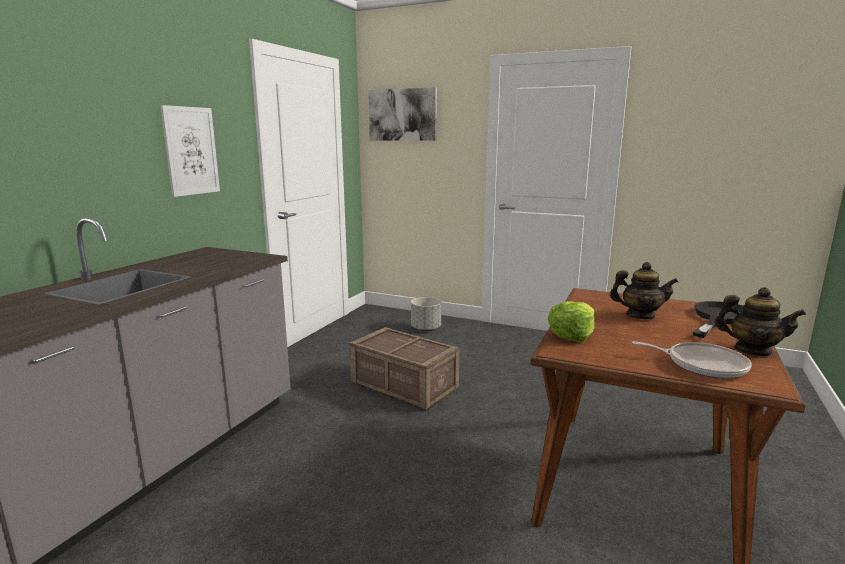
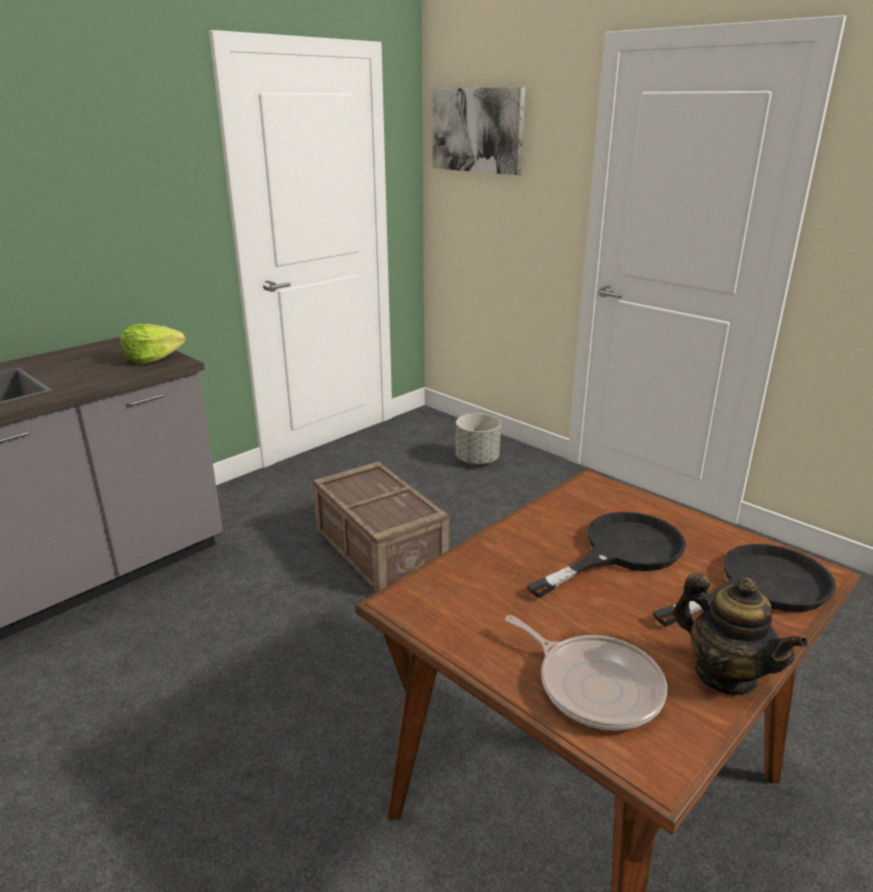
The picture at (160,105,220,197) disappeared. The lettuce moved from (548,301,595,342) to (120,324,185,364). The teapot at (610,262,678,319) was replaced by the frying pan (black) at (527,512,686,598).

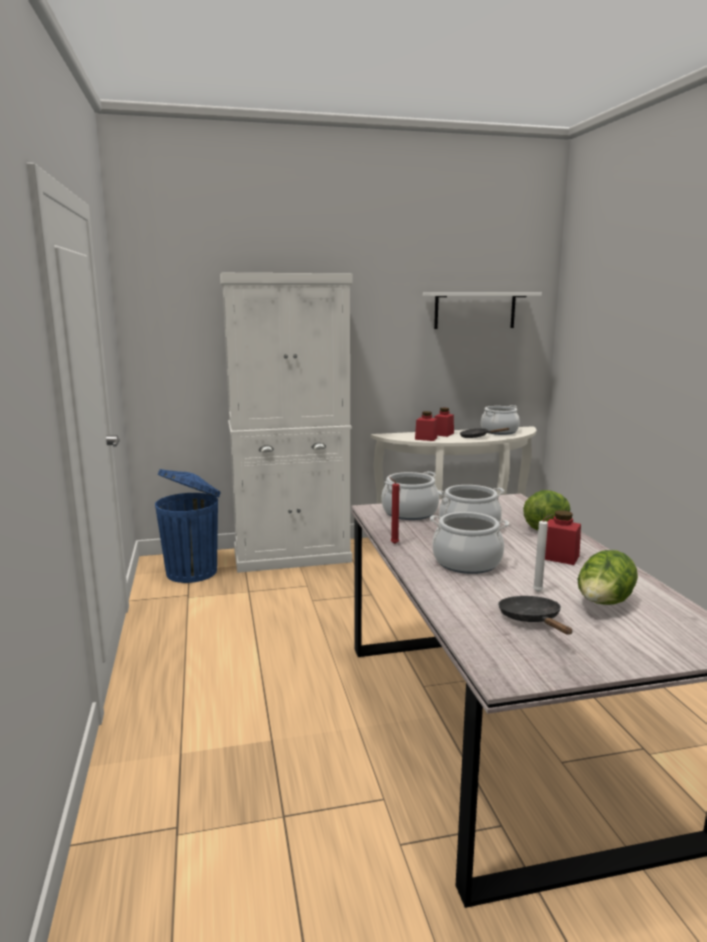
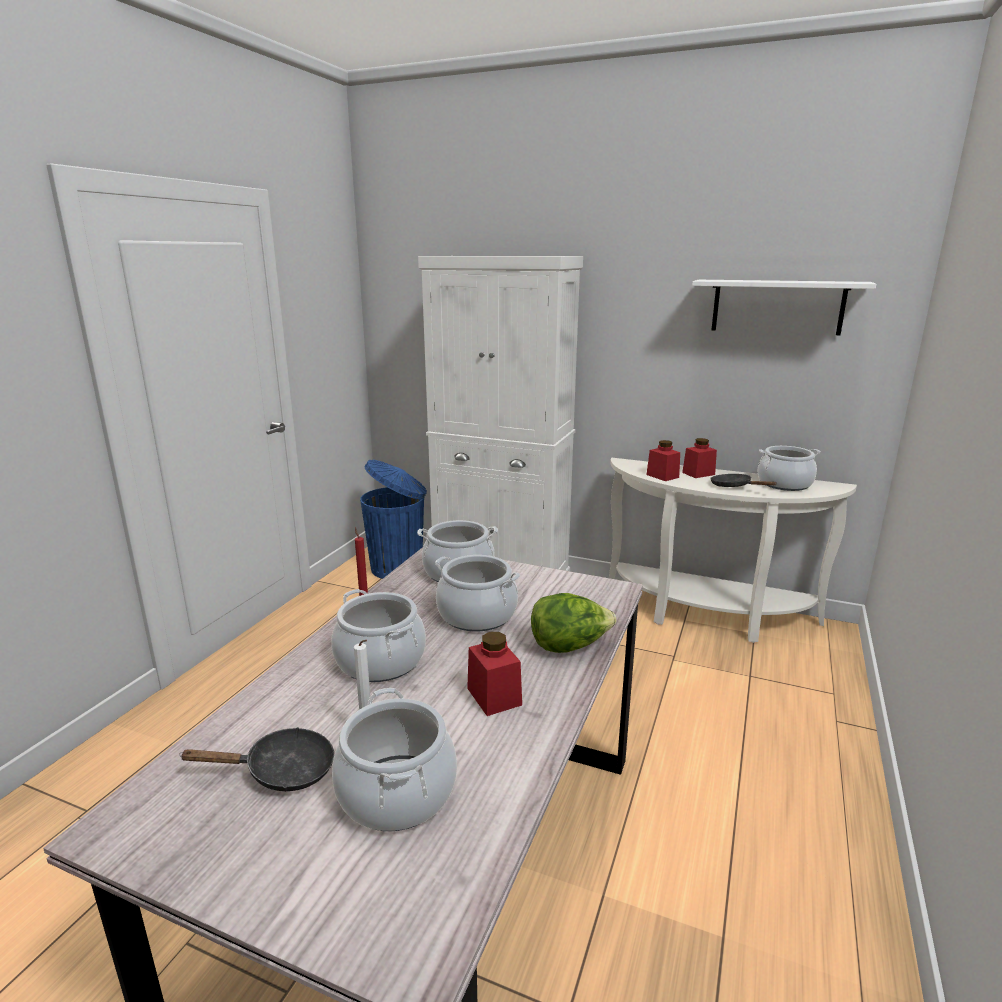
The frying pan (black) at (498,596,572,635) turned 60 degrees clockwise. The lettuce at (578,550,638,605) was replaced by the cooking pot at (332,688,457,831).

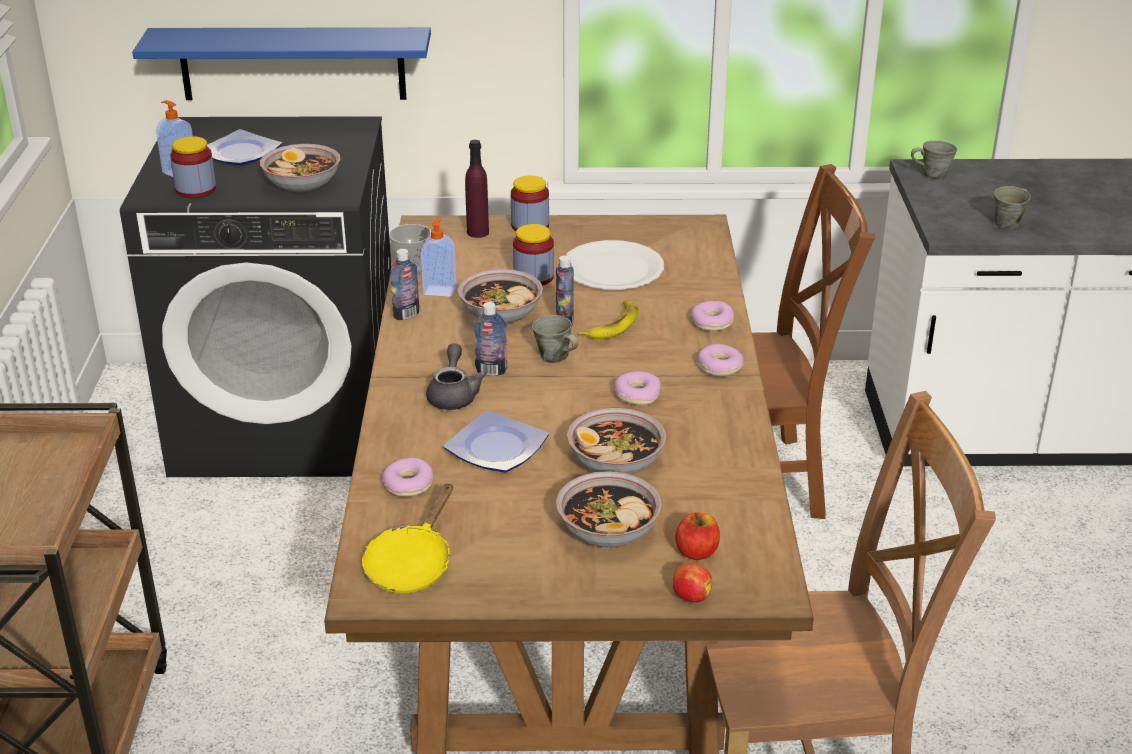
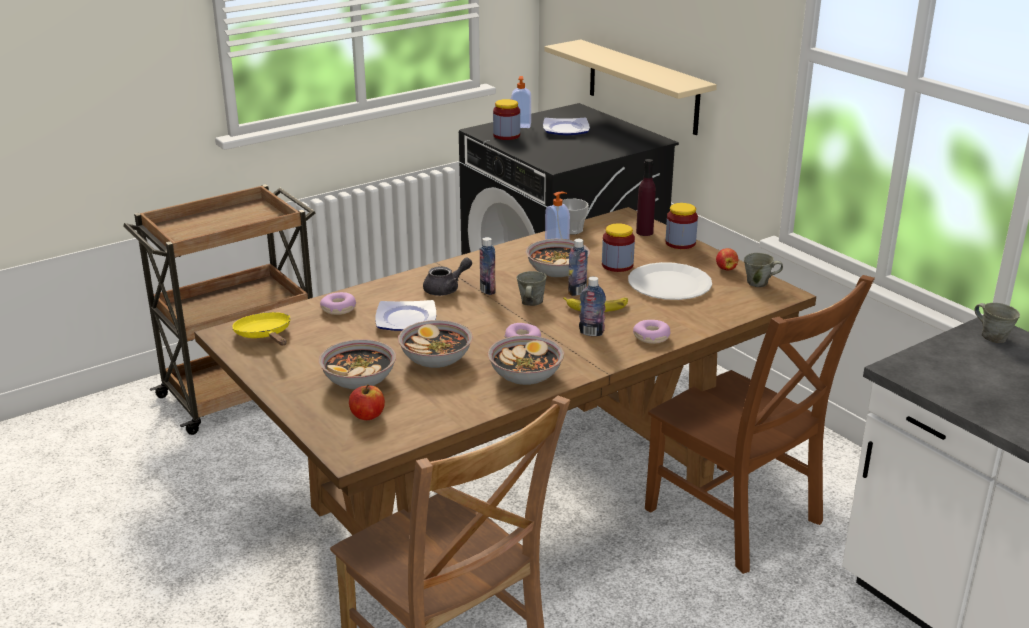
The shelf (blue) at (132,27,431,100) became the shelf (beige) at (544,39,717,135). The bowl moved from (260,144,340,192) to (487,335,564,385). The frying pan (yellow) at (362,483,453,594) turned 75 degrees clockwise. The bottle moved from (390,249,419,320) to (579,277,606,336). The apple moved from (673,563,712,602) to (716,248,738,271). The donut at (698,344,744,376) disappeared. The mug (grey) moved from (994,186,1031,229) to (744,253,783,287).

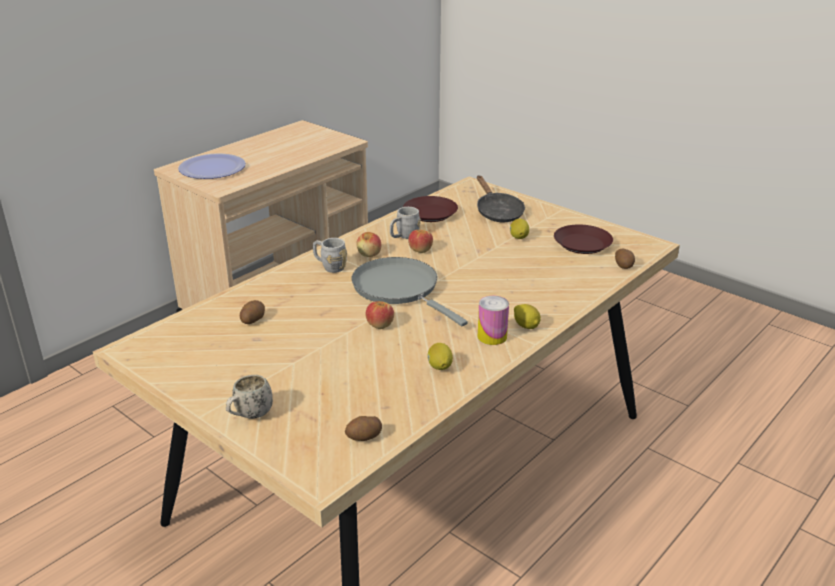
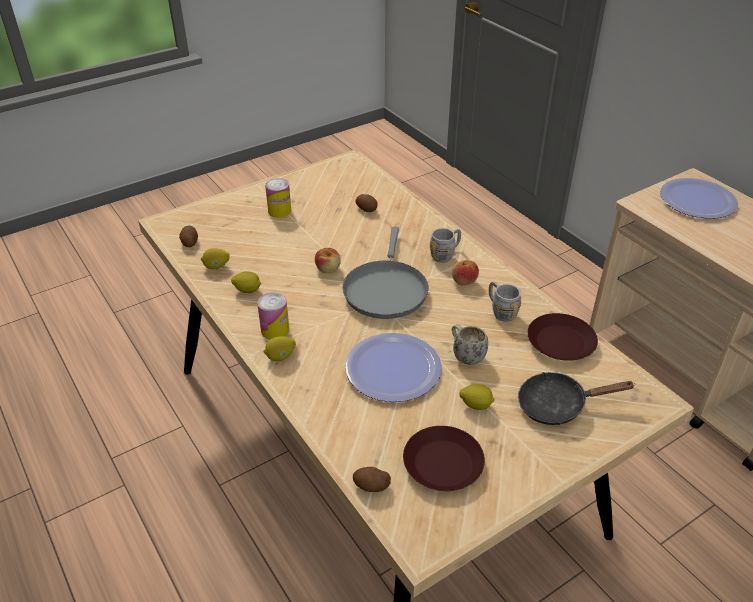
The mug (white) moved from (226,375,273,419) to (452,324,488,365). The frying pan (grey) at (352,257,468,326) turned 120 degrees clockwise. The apple at (408,230,433,253) disappeared. The lemon at (201,248,229,269) appeared. The can at (265,178,291,218) appeared. The plate at (345,333,442,402) appeared.

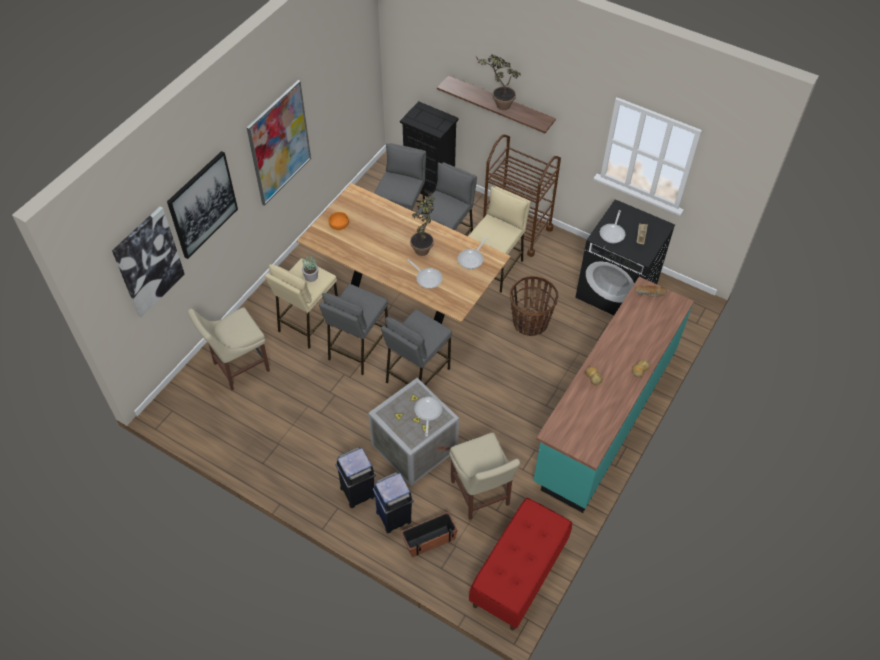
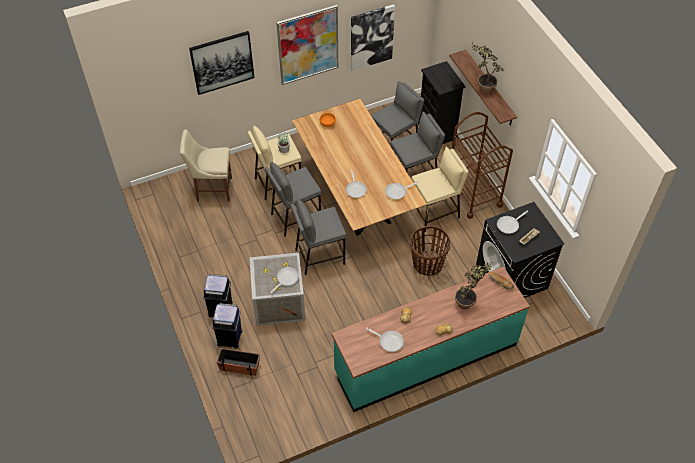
The picture moved from (112,206,185,317) to (351,4,395,71). The potted plant moved from (410,190,435,256) to (455,262,492,310). The chair (beige) at (449,432,520,520) disappeared. The bench (red) at (469,498,572,630) disappeared. The frying pan at (366,328,404,352) appeared.

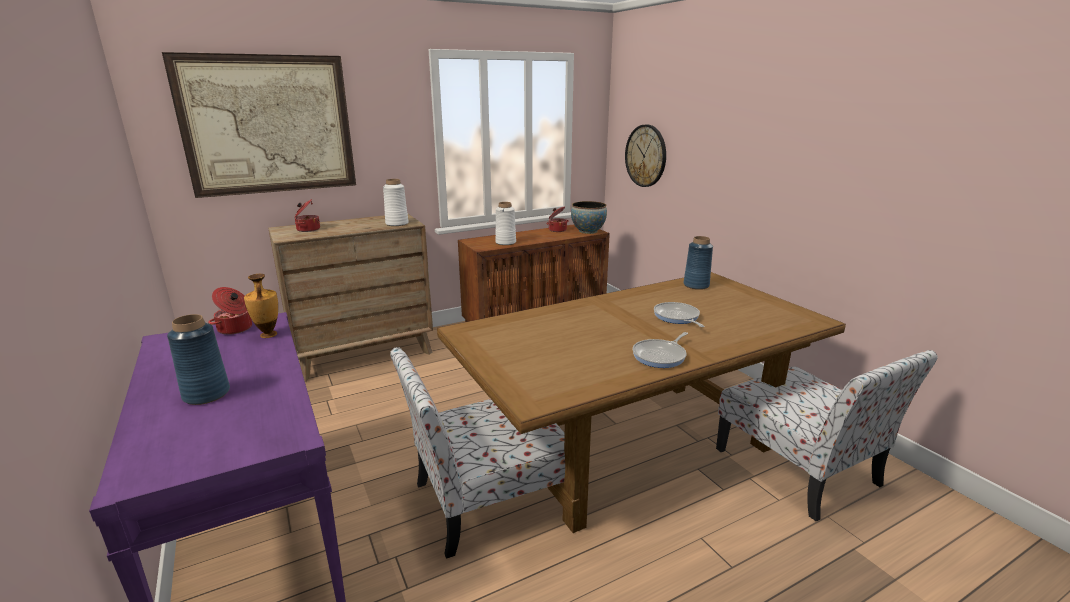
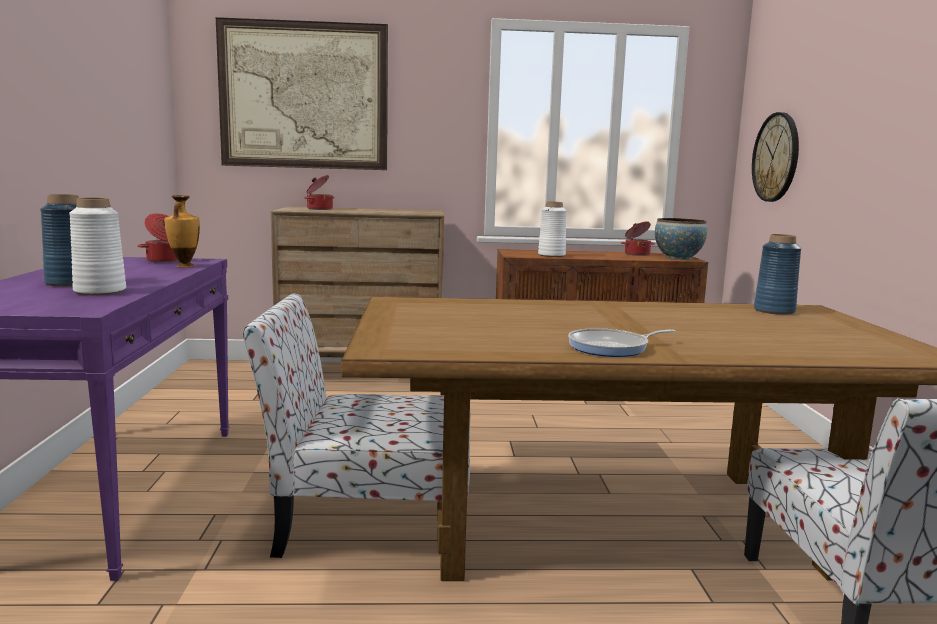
The vase (white) moved from (383,179,409,226) to (69,198,126,295). The frying pan at (654,302,704,327) disappeared.

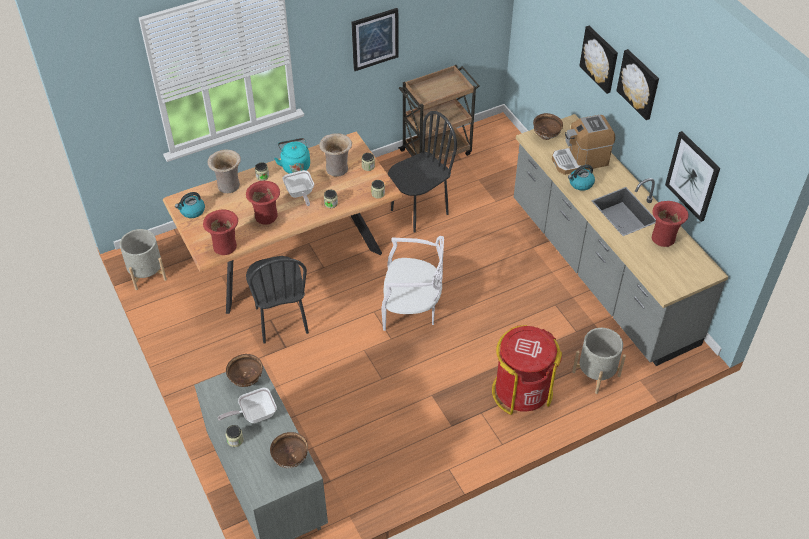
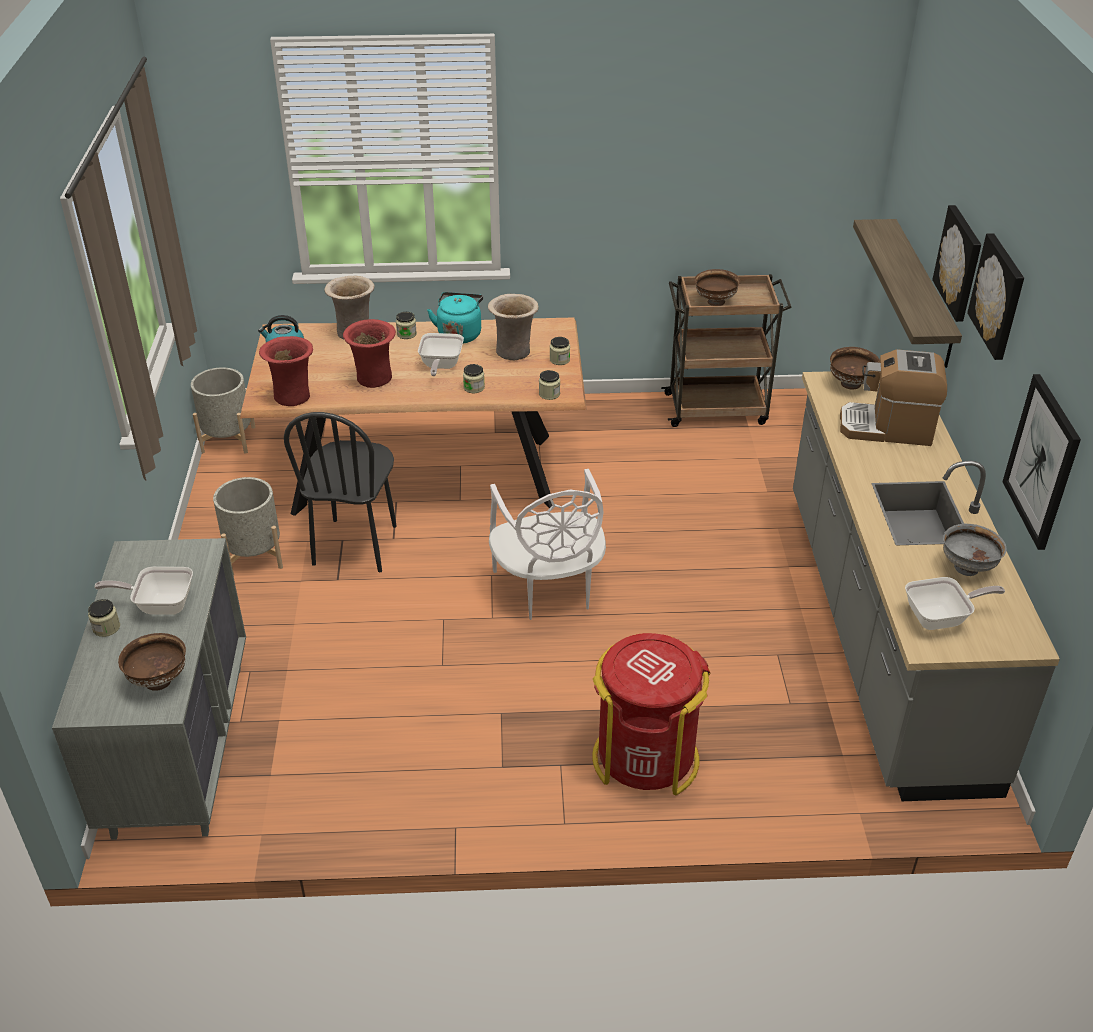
The bowl (brown) moved from (226,354,263,387) to (695,269,740,306). The picture at (351,8,399,71) disappeared. The chair (white) at (381,236,444,331) turned 45 degrees clockwise. The chair (black) at (388,111,457,233) disappeared. The kettle at (568,165,595,191) disappeared. The planter (grey) moved from (572,328,626,394) to (213,477,283,576). The vase (red) at (652,201,689,247) was replaced by the bowl (grey) at (943,524,1007,576). The shelf at (853,219,962,368) appeared. The frying pan at (905,577,1005,630) appeared.

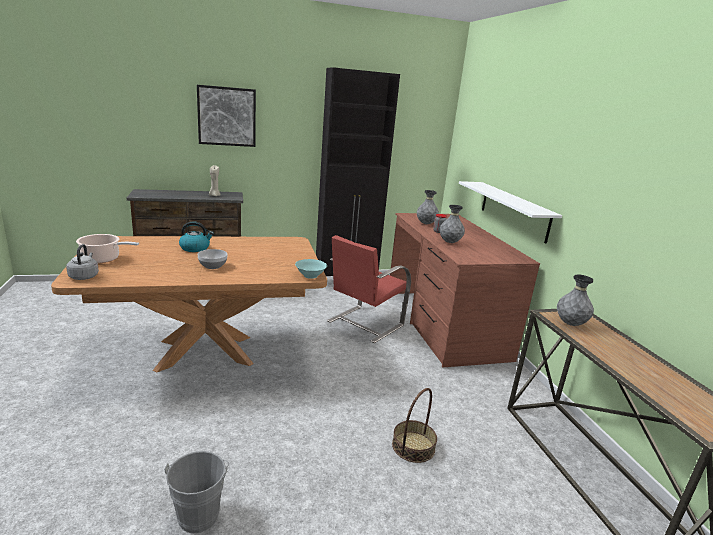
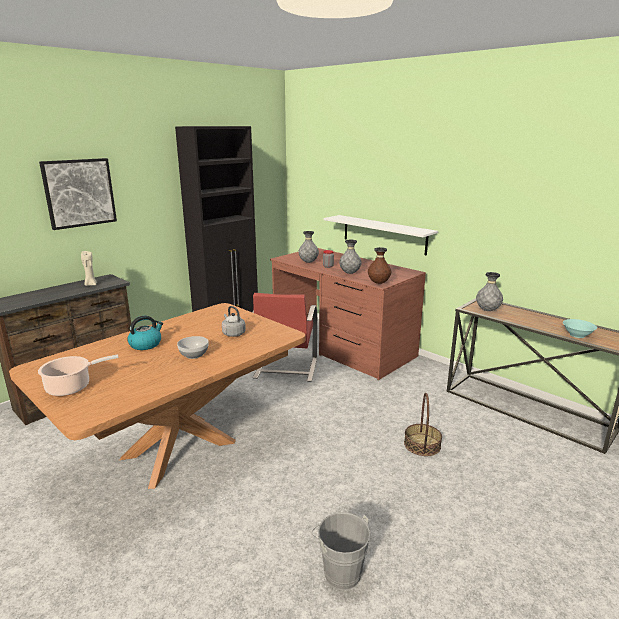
The kettle (grey) moved from (66,244,99,280) to (222,306,246,337). The bowl (turquoise) moved from (295,259,327,279) to (563,319,597,338). The vase (brown) at (368,247,391,284) appeared.

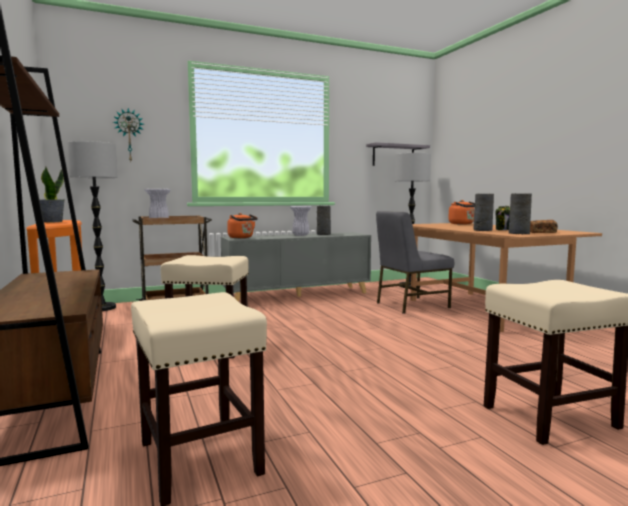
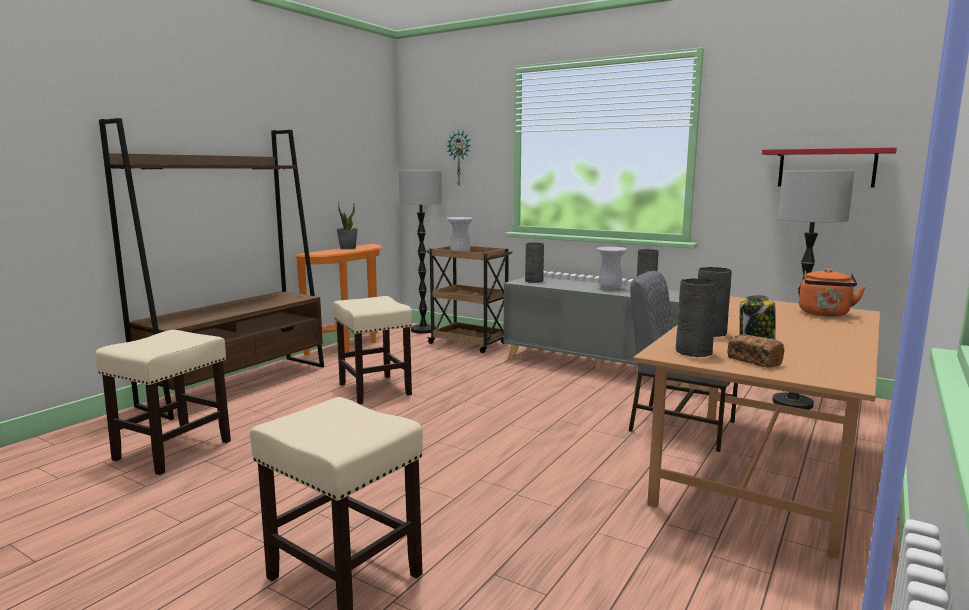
The kettle (orange) at (227,213,258,238) was replaced by the vase (grey) at (525,243,544,283). The shelf (grey) at (366,142,430,166) became the shelf (red) at (762,147,897,188).

